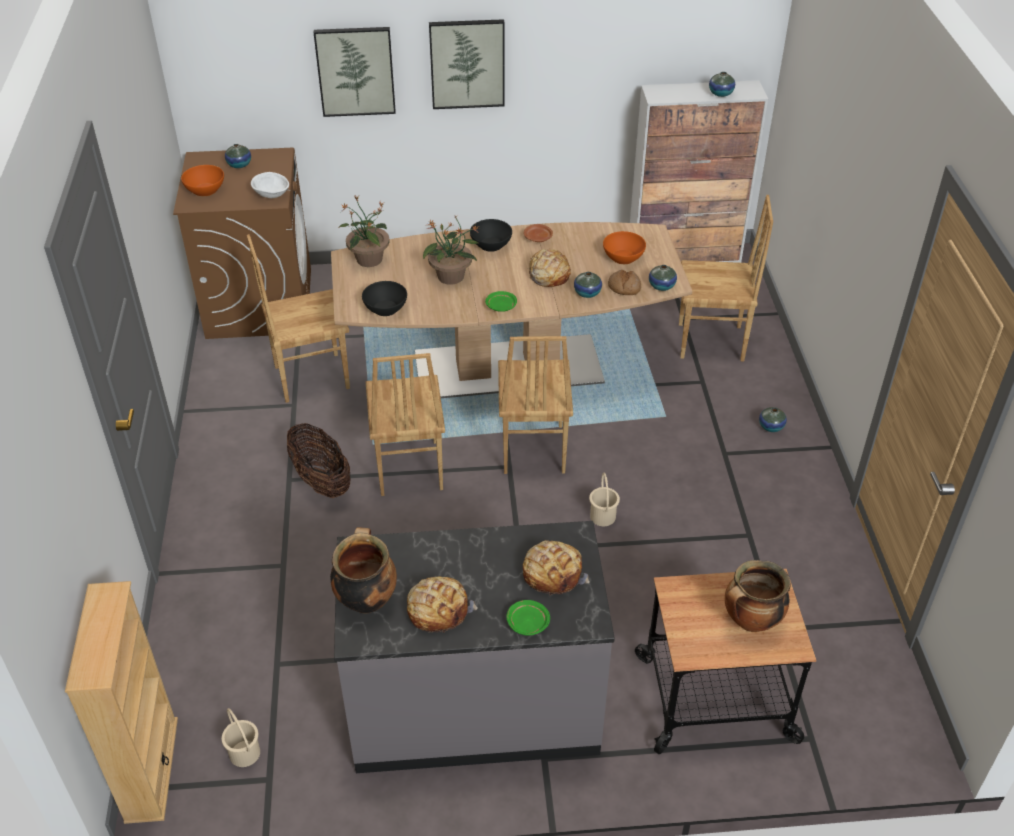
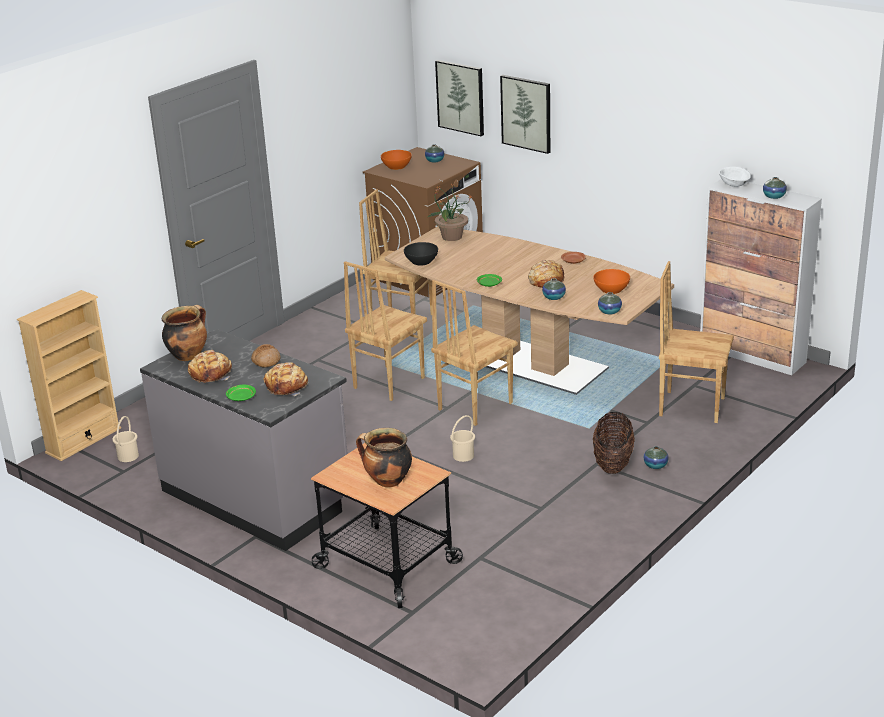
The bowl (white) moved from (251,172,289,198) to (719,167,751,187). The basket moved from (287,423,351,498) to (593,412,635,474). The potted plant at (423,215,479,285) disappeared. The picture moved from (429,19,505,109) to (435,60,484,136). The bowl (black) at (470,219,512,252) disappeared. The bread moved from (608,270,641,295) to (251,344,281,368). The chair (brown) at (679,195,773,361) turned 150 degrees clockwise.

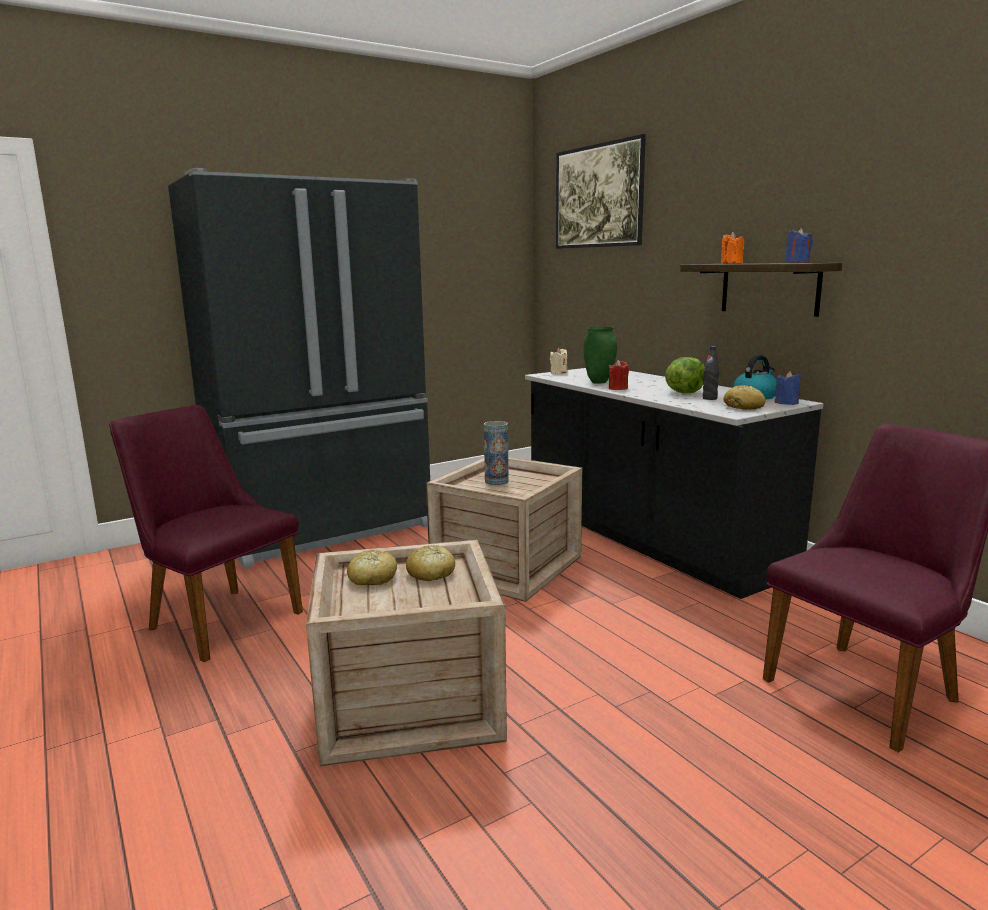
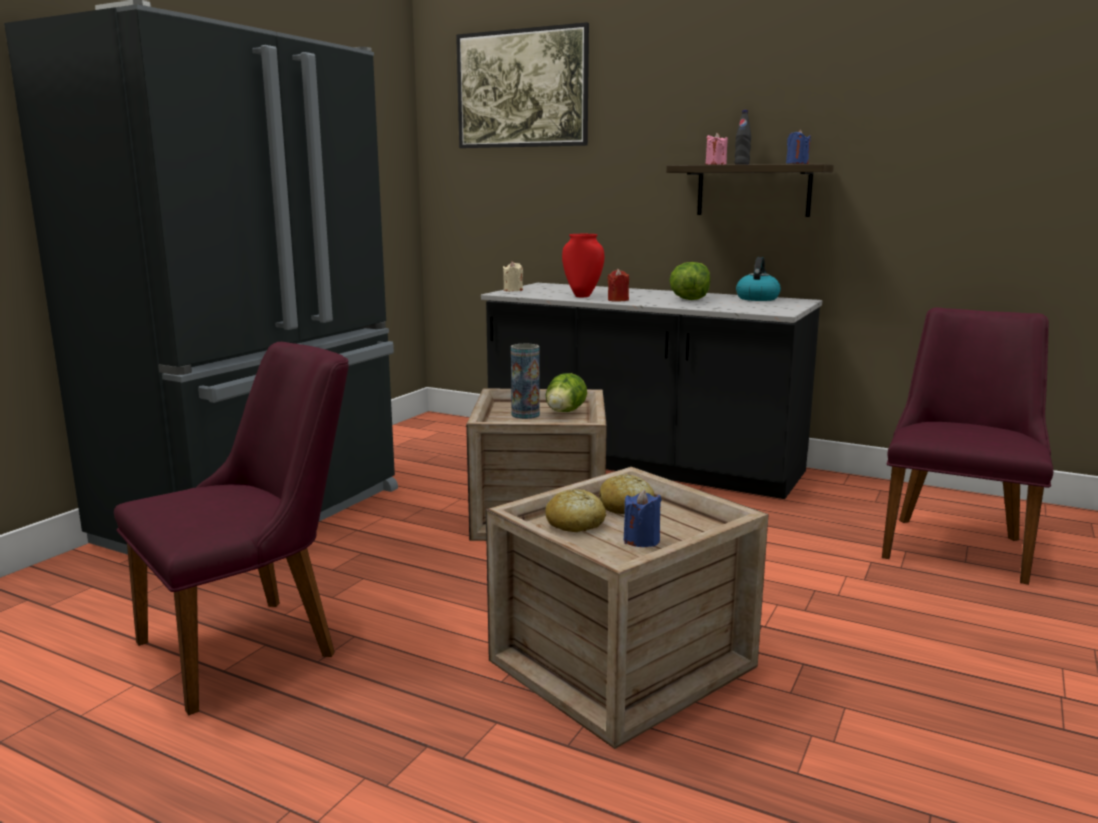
The chair (purple) at (109,405,303,662) turned 135 degrees clockwise. The vase (green) at (583,326,617,384) became the vase (red) at (562,234,604,297). The bottle (black) moved from (702,346,719,400) to (735,110,751,165). The candle (orange) at (721,232,744,264) became the candle (pink) at (705,132,728,165). The bread at (723,385,765,410) disappeared. The candle (blue) moved from (775,371,801,405) to (624,490,662,547). The lettuce at (546,373,587,412) appeared.

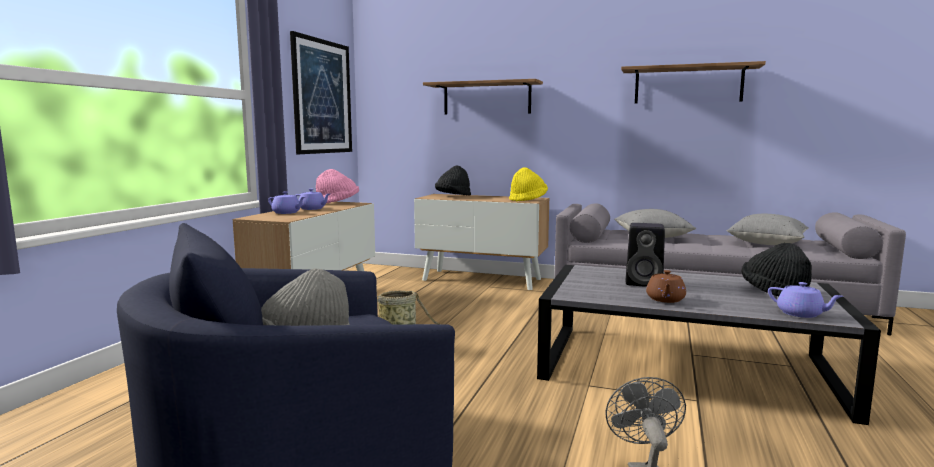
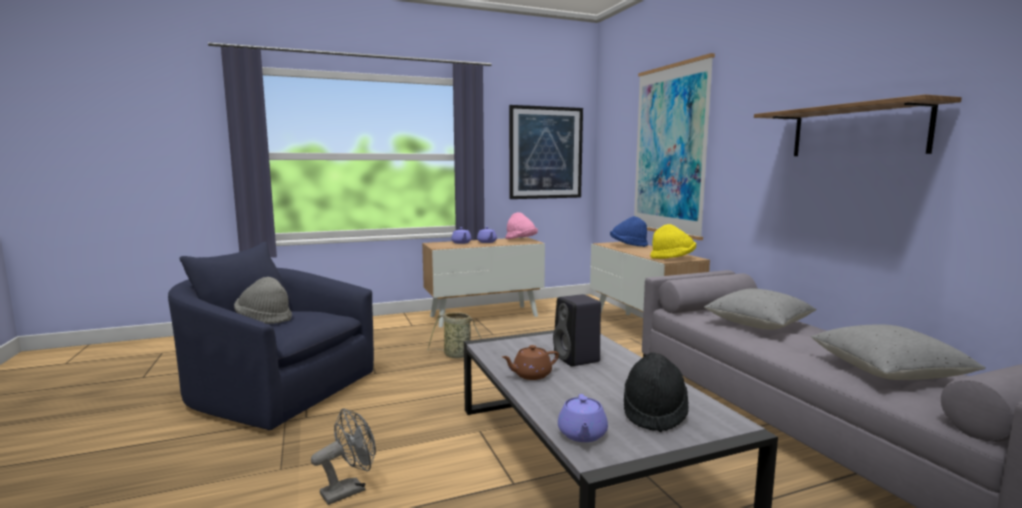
The shelf at (423,79,543,115) was replaced by the picture at (634,53,715,240). The hat (black) at (435,165,471,196) became the hat (blue) at (610,216,648,247).

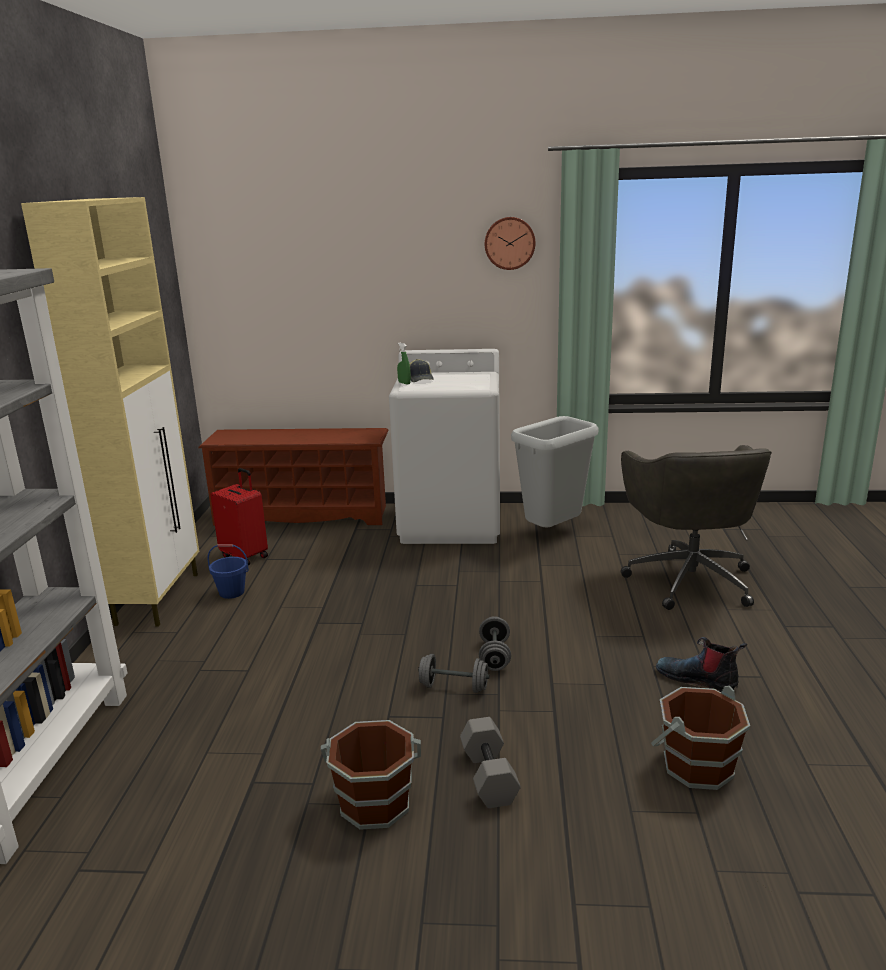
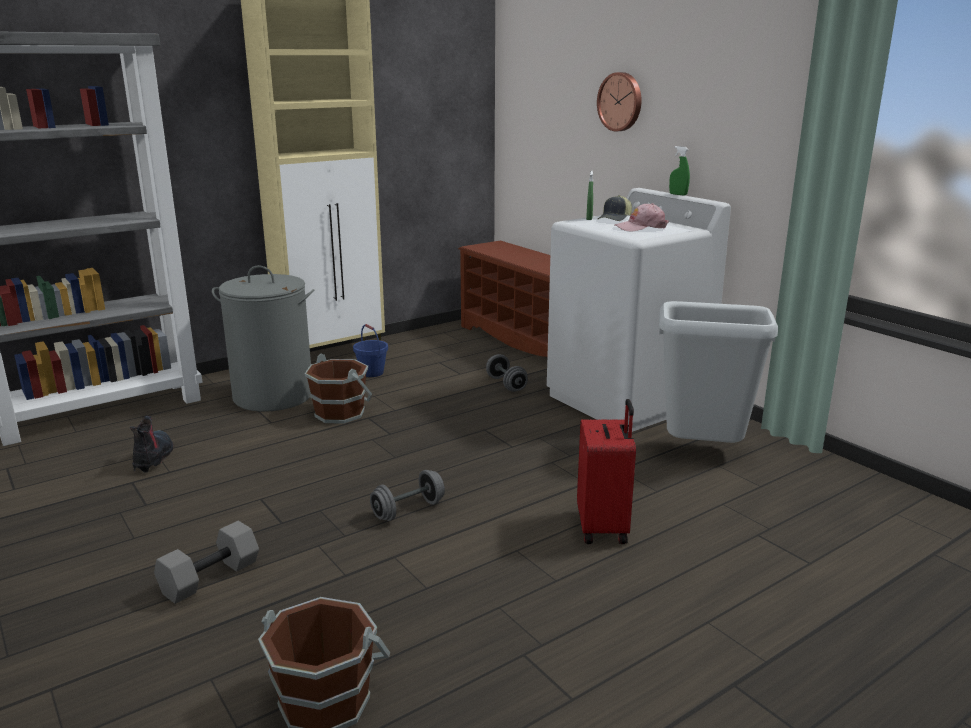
The suitcase (red) moved from (210,468,268,565) to (577,399,636,544). The bucket (brown) moved from (321,720,421,830) to (305,353,372,424). The dumbbell (grey) moved from (418,654,490,693) to (486,354,528,392). The wall clock moved from (485,217,536,270) to (597,72,642,131). The office chair (grey) at (621,445,772,610) disappeared. The boot moved from (656,637,747,692) to (130,416,173,473). The laundry basket (grey) at (212,265,314,412) appeared. The cap (pink) at (615,203,669,232) appeared. The spray bottle (green) at (669,146,690,196) appeared.

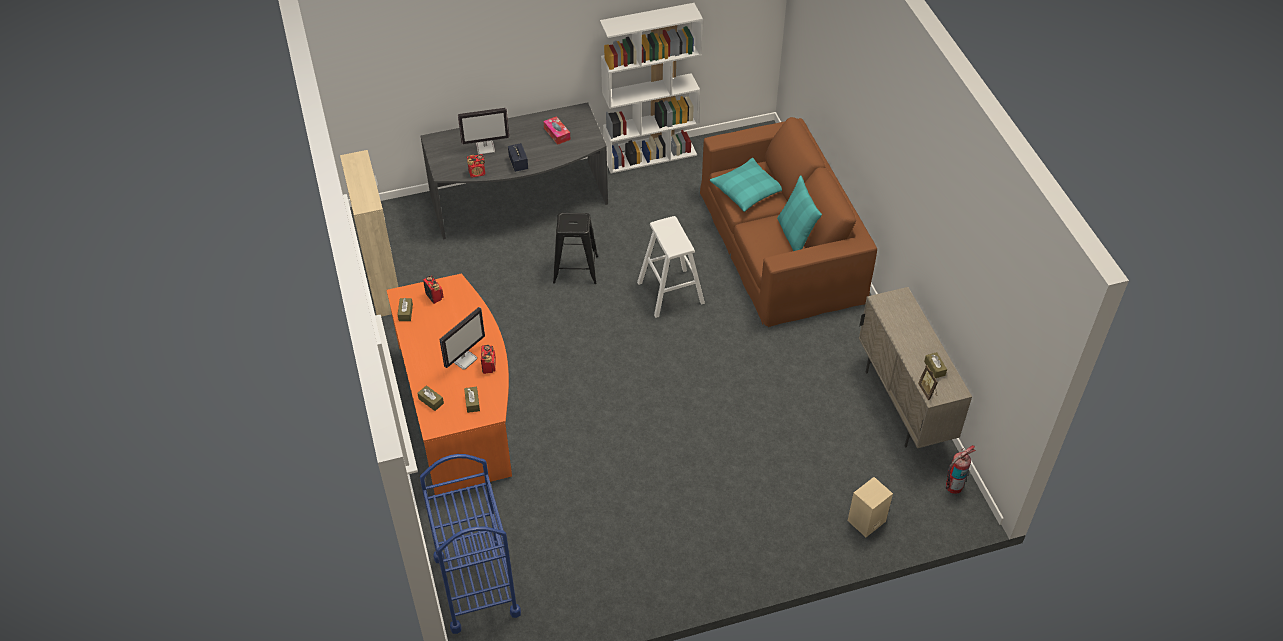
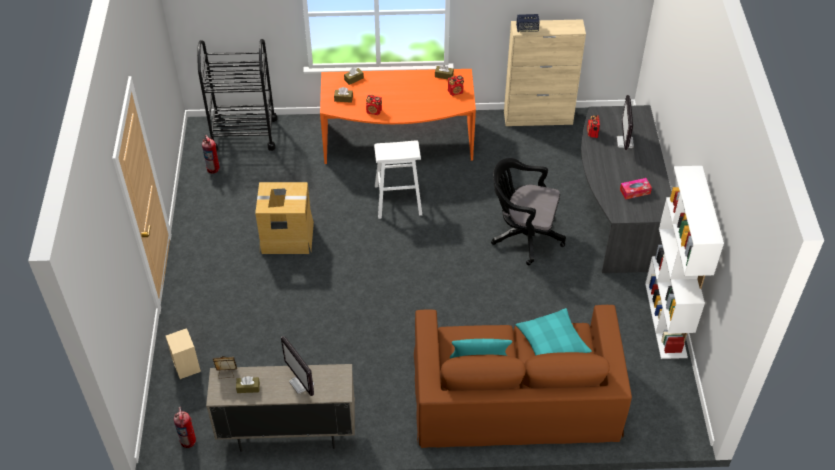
The cart (blue) at (420,454,521,634) became the cart (black) at (197,39,277,151). The monitor moved from (440,307,485,369) to (281,336,314,396). The speaker moved from (508,143,528,172) to (516,14,540,32). The stool (black) at (553,213,598,284) was replaced by the office chair (black) at (491,158,566,265). The stool (white) moved from (637,216,705,318) to (374,141,422,219). The fire extinguisher at (202,135,220,174) appeared. The cardboard box at (255,182,314,254) appeared.

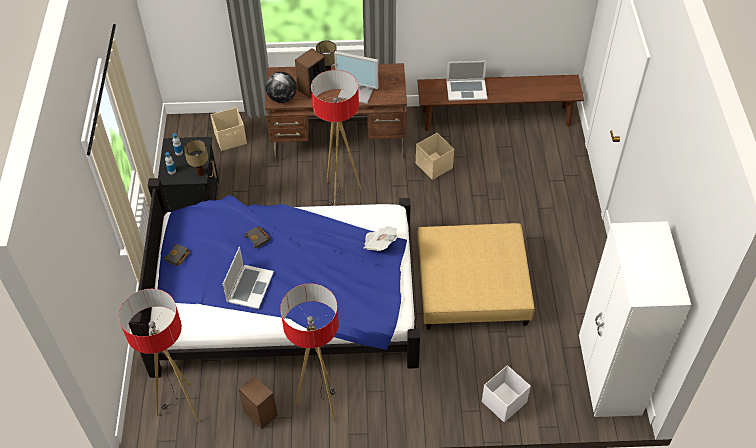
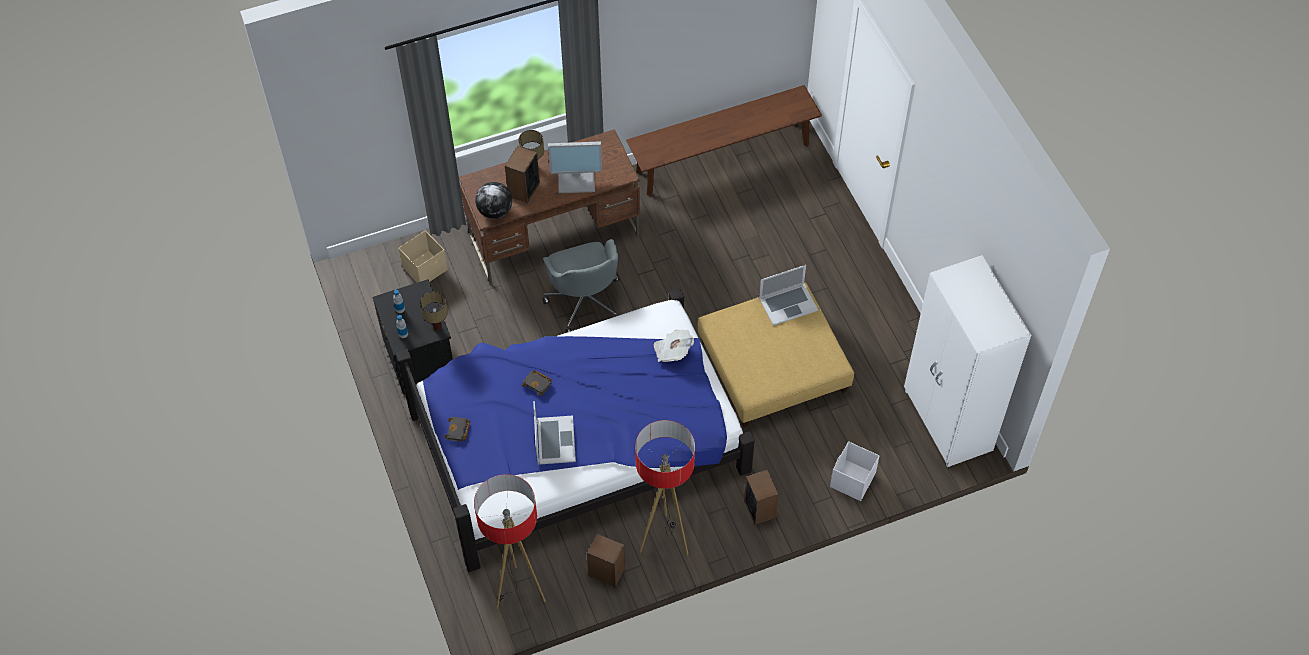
The floor lamp at (311,70,362,206) was replaced by the office chair (grey) at (542,239,620,333). The storage box (beige) at (416,133,454,180) disappeared. The laptop moved from (446,61,487,101) to (759,265,818,326). The speaker at (744,469,779,525) appeared.

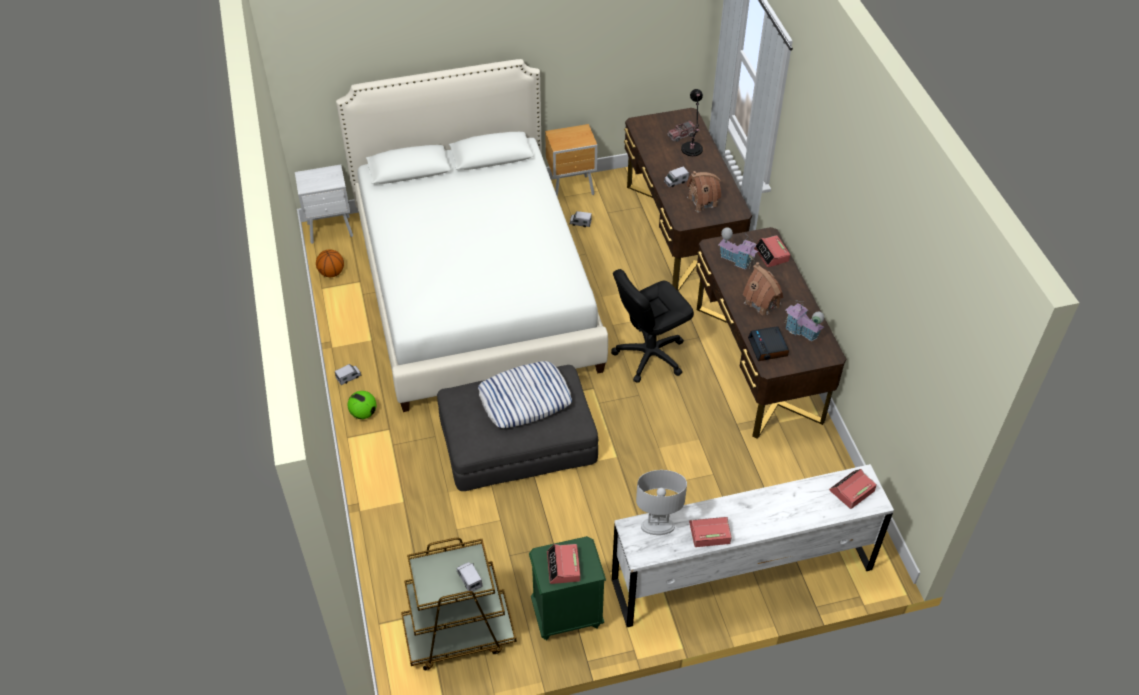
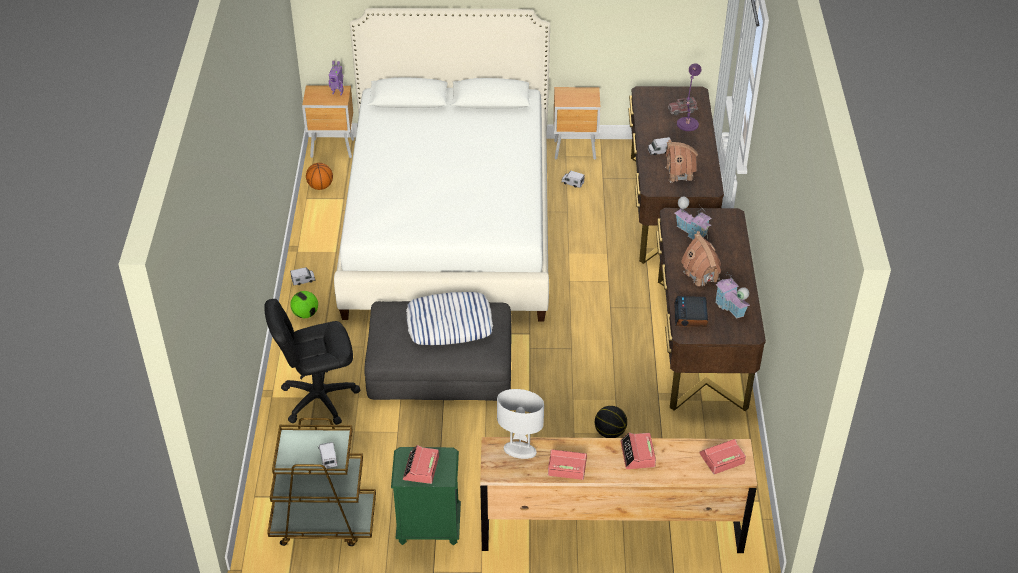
The nightstand (white) at (295,165,353,244) became the nightstand (brown) at (302,85,354,158). The office chair (black) moved from (611,269,694,383) to (264,299,360,425). The dresser (white) at (612,464,894,627) became the dresser (brown) at (480,437,757,553). The table lamp (black) at (681,89,703,156) became the table lamp (purple) at (677,63,701,131). The alarm clock moved from (755,235,790,267) to (621,433,656,469). The toy robot at (329,60,344,95) appeared. The basketball at (595,406,627,438) appeared.

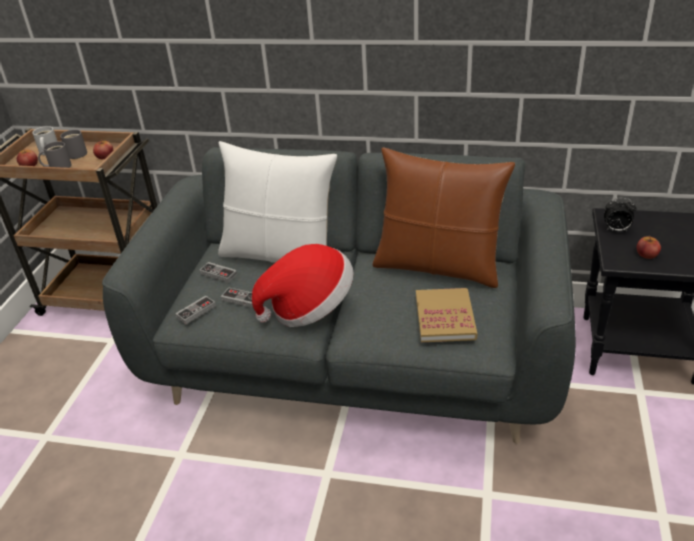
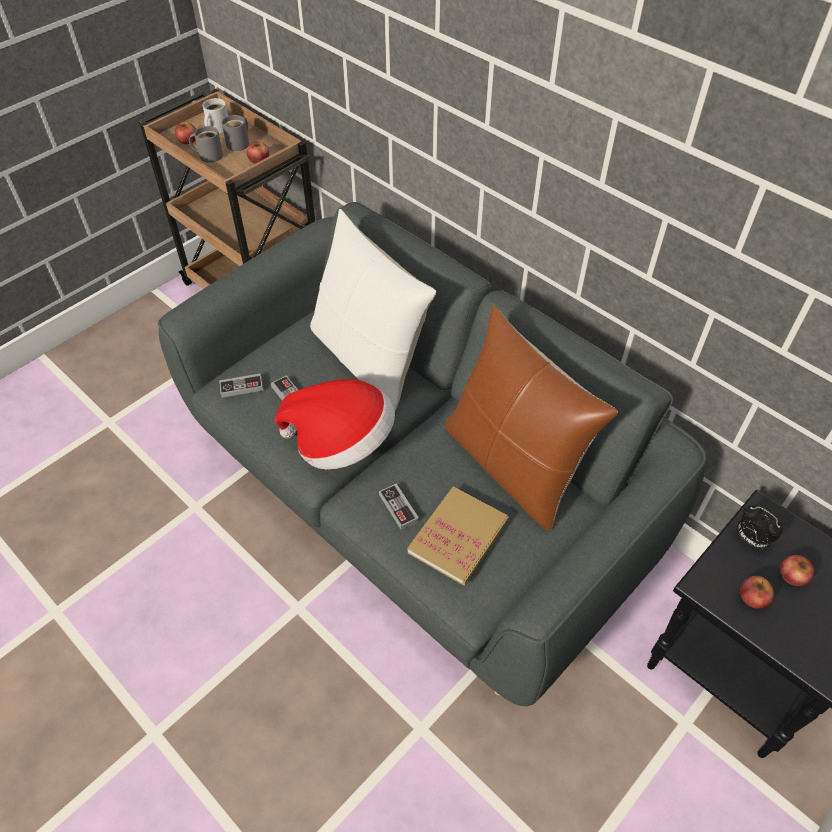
The game controller moved from (199,262,237,283) to (379,483,419,530). The apple at (780,555,814,586) appeared.

